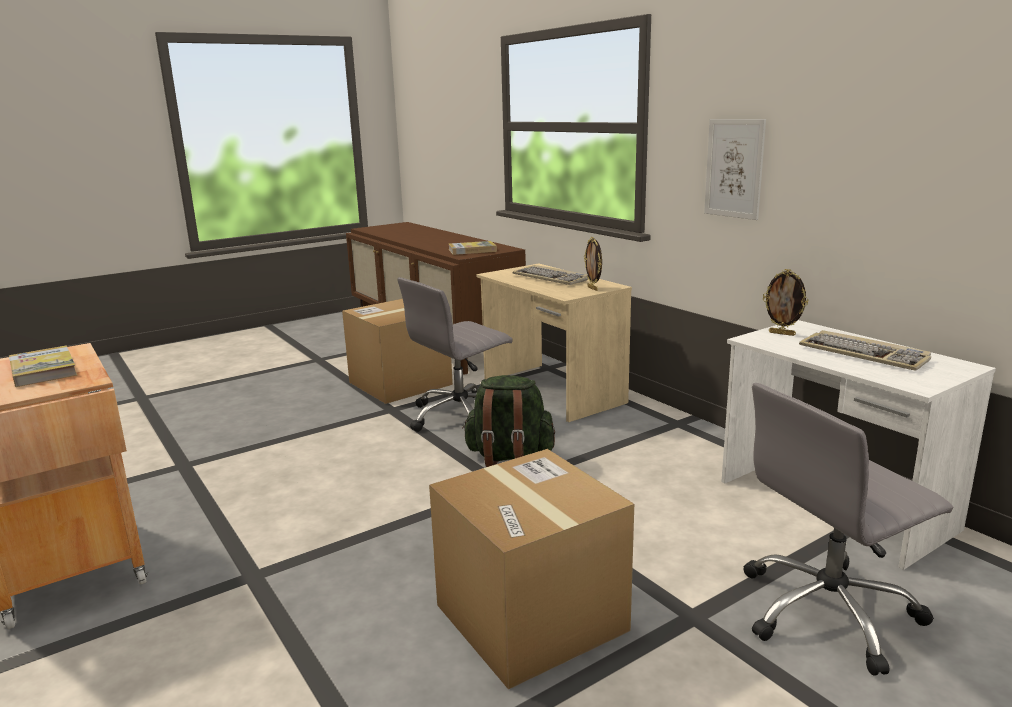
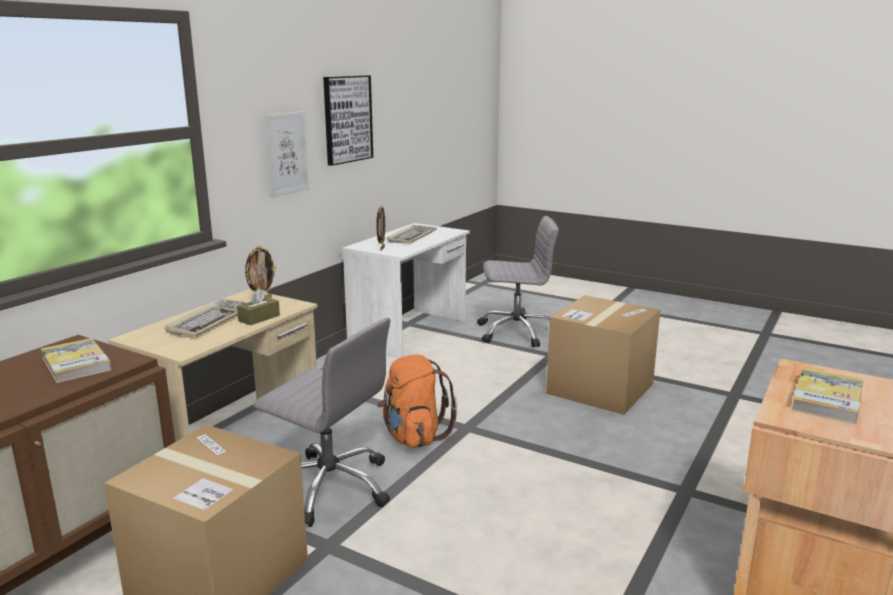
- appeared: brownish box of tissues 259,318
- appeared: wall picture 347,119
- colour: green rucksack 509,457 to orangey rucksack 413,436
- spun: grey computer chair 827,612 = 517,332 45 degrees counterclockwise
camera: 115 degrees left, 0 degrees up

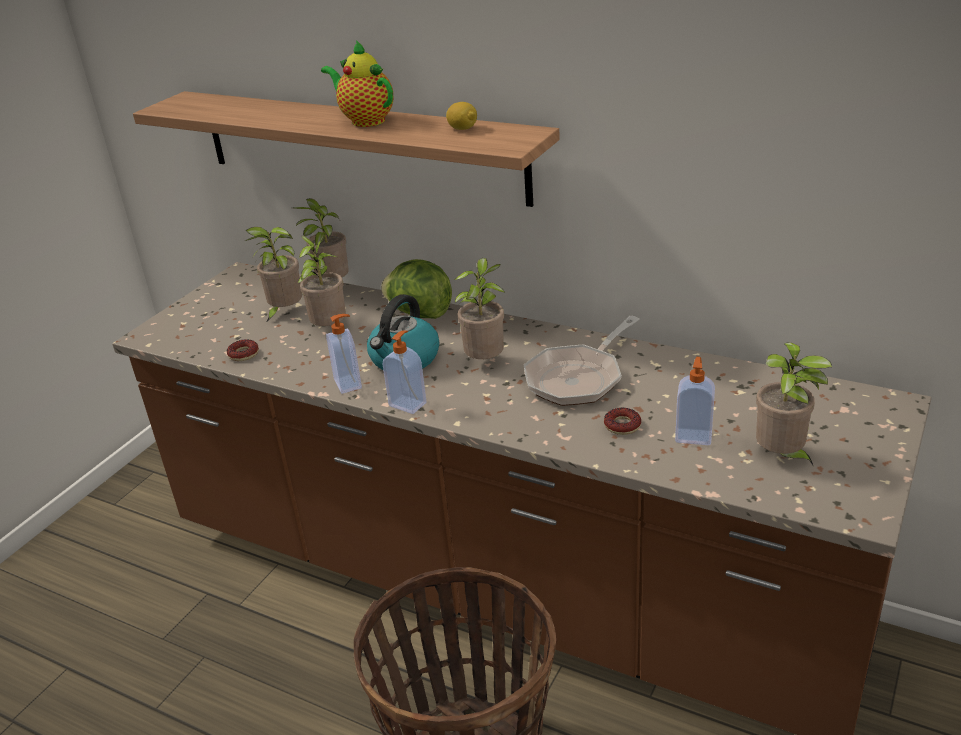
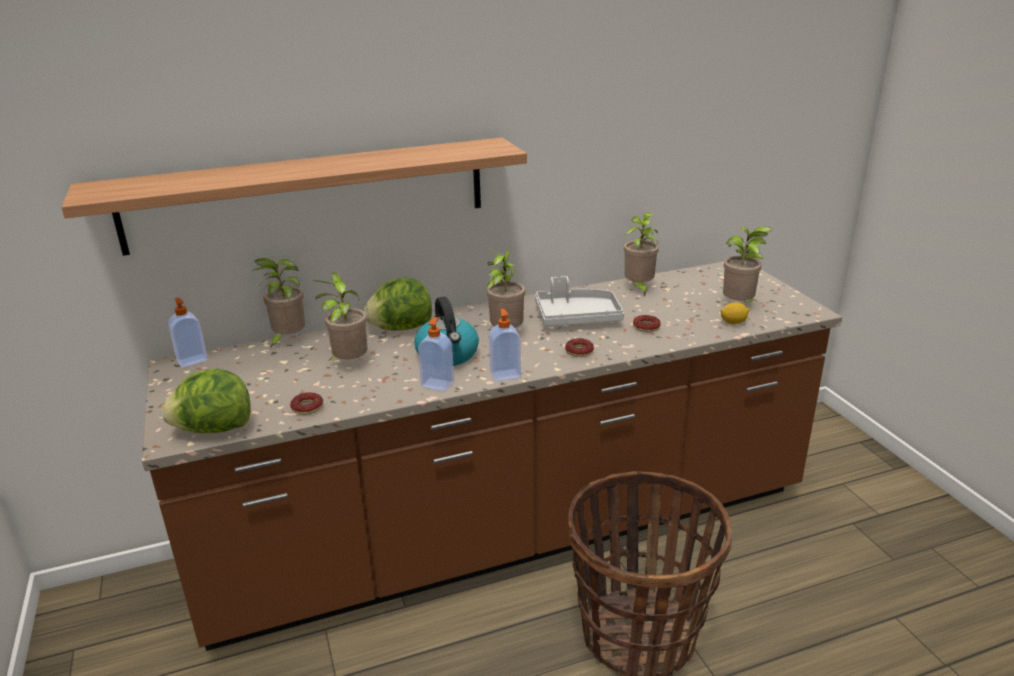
- missing: teapot 365,120
- appeared: lettuce 214,429
- appeared: ring doughnut 579,351
- relocated: plant in a pot 284,313 to 638,289
- relocated: citrus fruit 462,129 to 733,322
- relocated: soap dispenser 693,436 to 192,360
- exchanged: frying pan 578,378 to grey carrying tray 577,317
camera: 50 degrees left, 5 degrees down

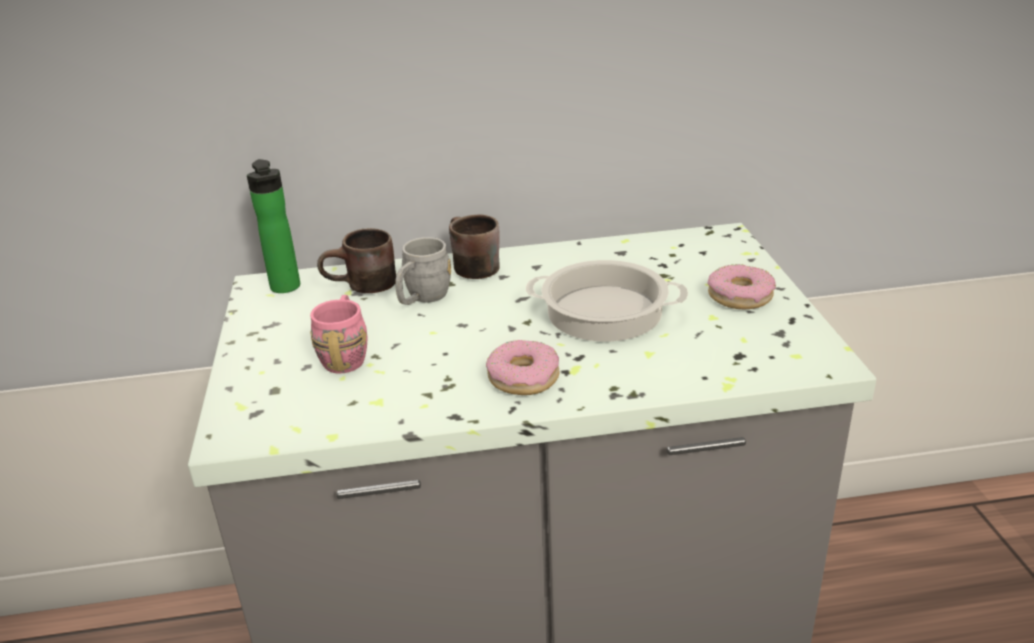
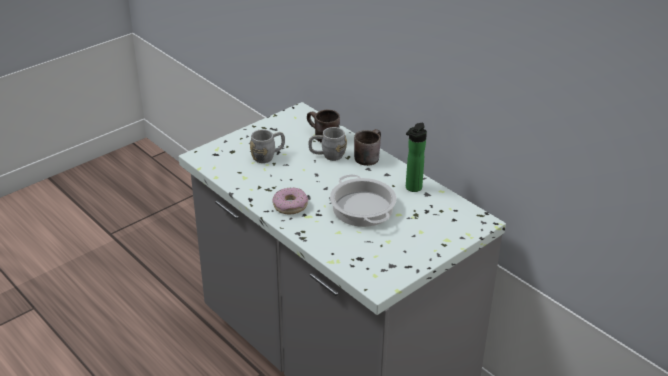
- missing: ring doughnut 740,296
- relocated: bottle 286,288 to 412,189
- colour: pink-coloured mug 346,355 to grey mug 268,156
camera: 55 degrees right, 5 degrees up

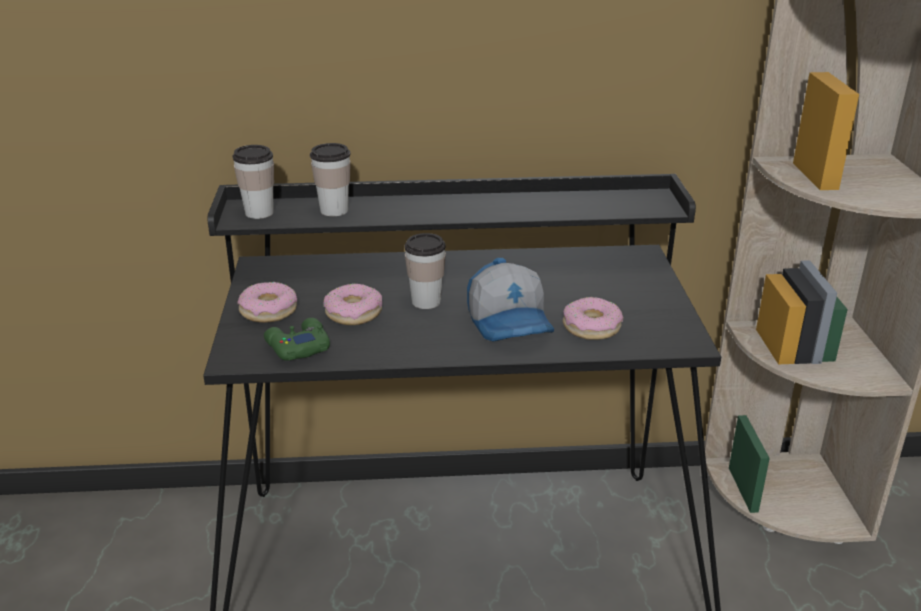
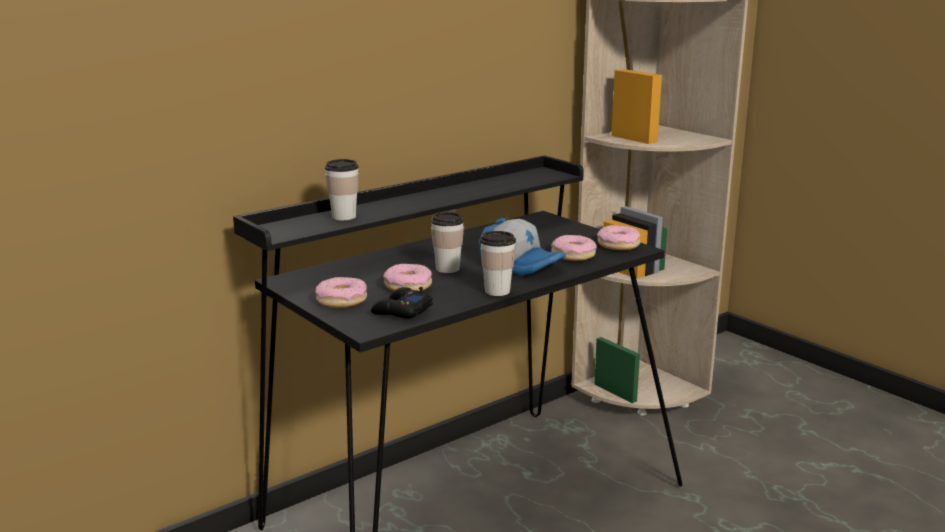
- appeared: ring doughnut 618,245
- relocated: small cup 259,212 to 497,291
- colour: green joypad 297,346 to blackish joypad 401,311
camera: 35 degrees left, 10 degrees down

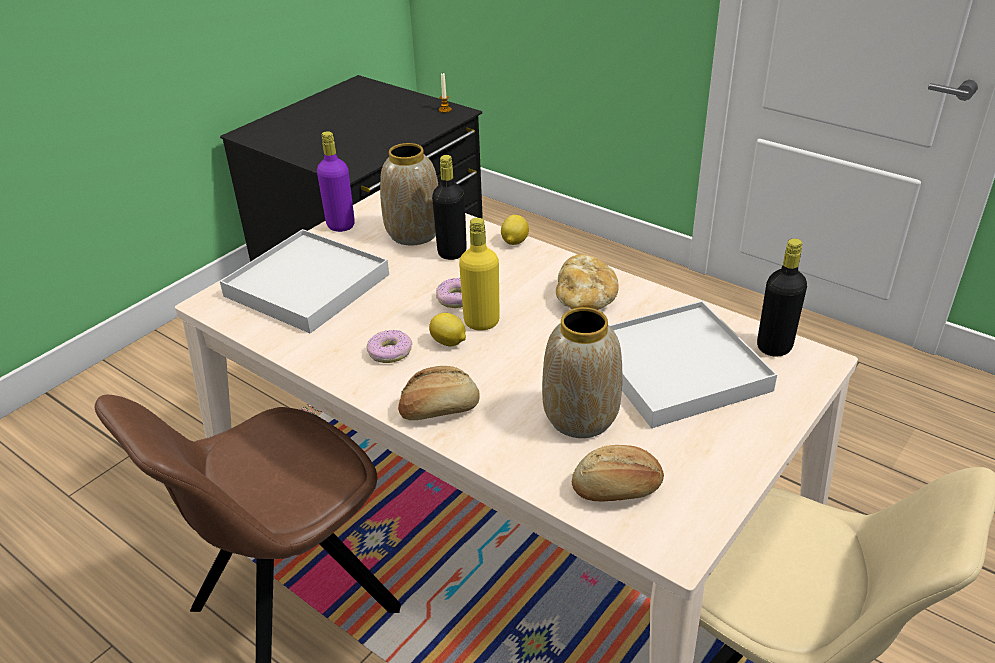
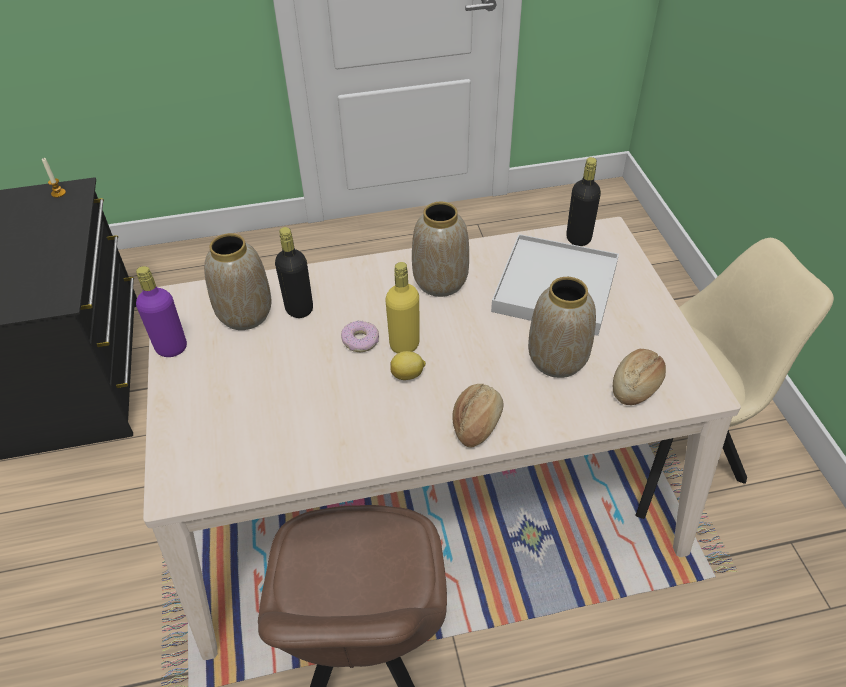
- missing: white carrying tray 306,285
- missing: ring doughnut 389,352
- missing: citrus fruit 514,242
- exchanged: bread 585,300 to vase 441,281
camera: 50 degrees left, 10 degrees up

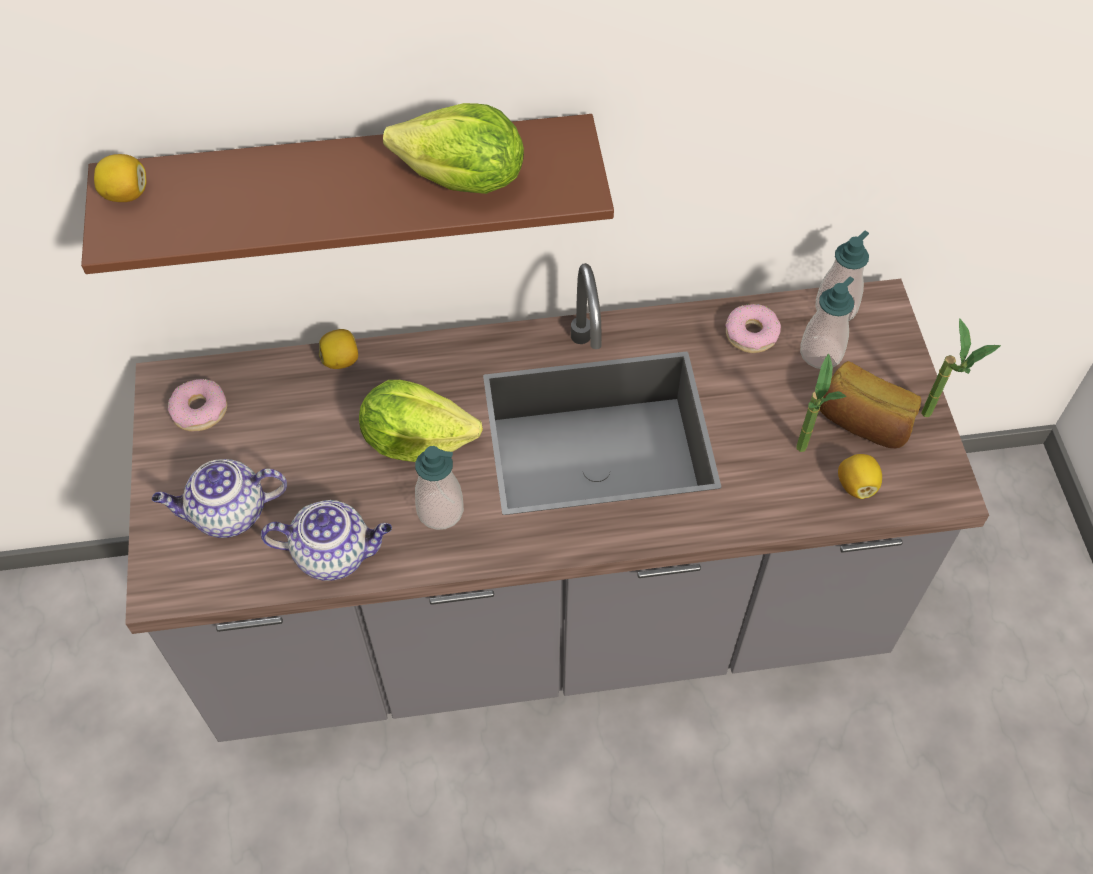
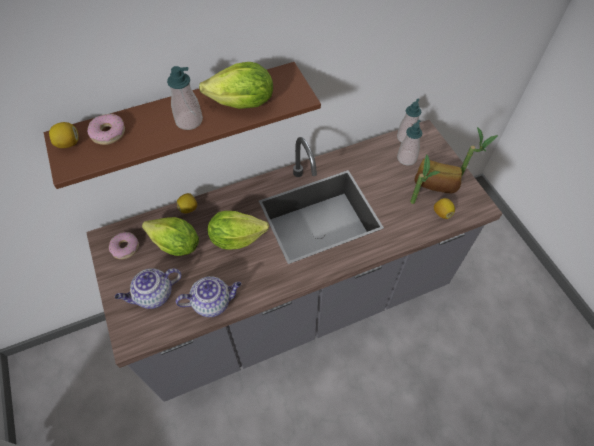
- appeared: lettuce 176,245
- relocated: soap dispenser 440,510 to 189,121
- relocated: ring doughnut 751,334 to 108,133
camera: 15 degrees left, 0 degrees up

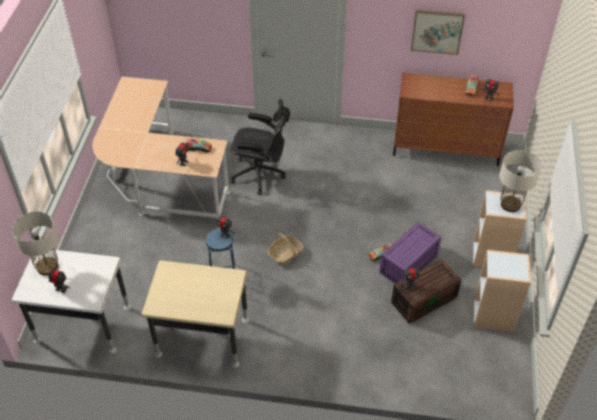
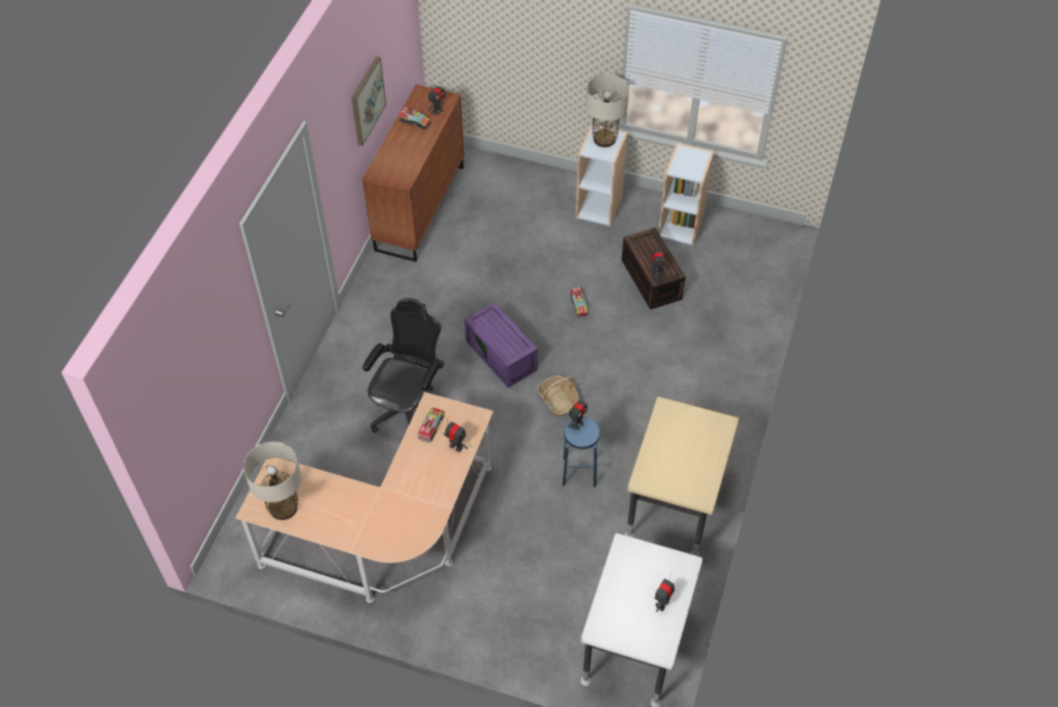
- relocated: tabletop lamp 47,267 to 283,508
- relocated: purple storage box 408,264 to 502,355
camera: 80 degrees left, 5 degrees up

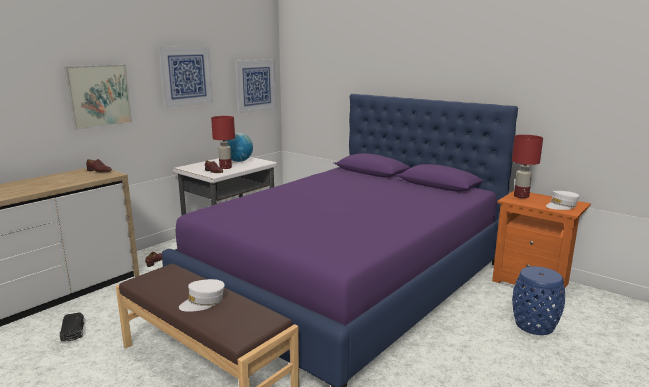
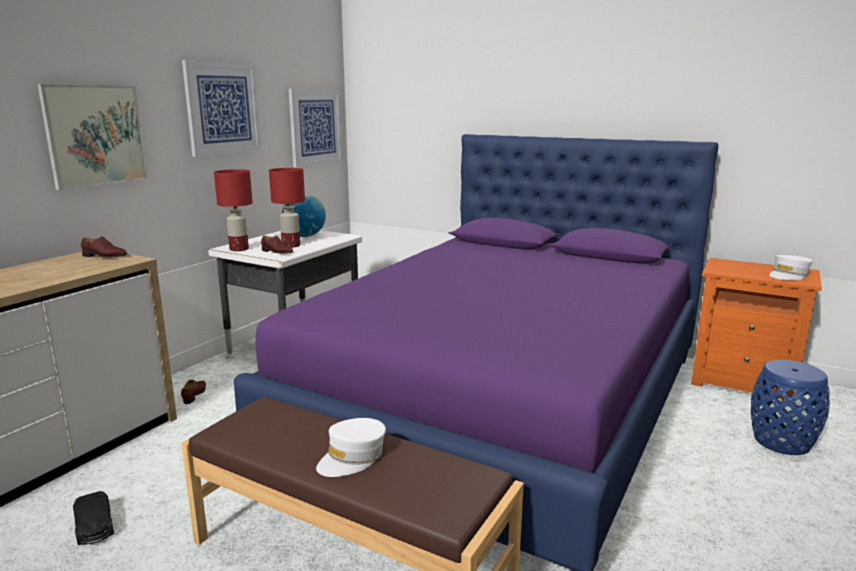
- relocated: red-coloured tabletop lamp 521,196 to 238,249
camera: 10 degrees left, 0 degrees up

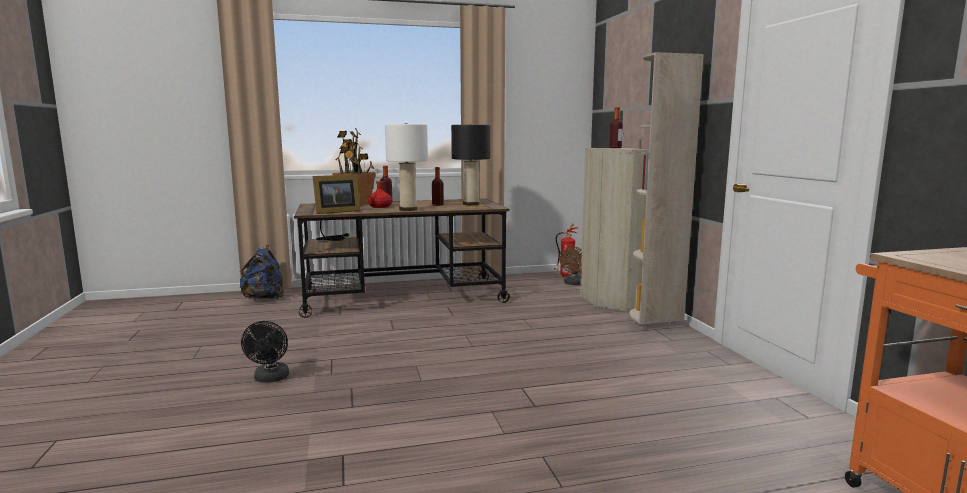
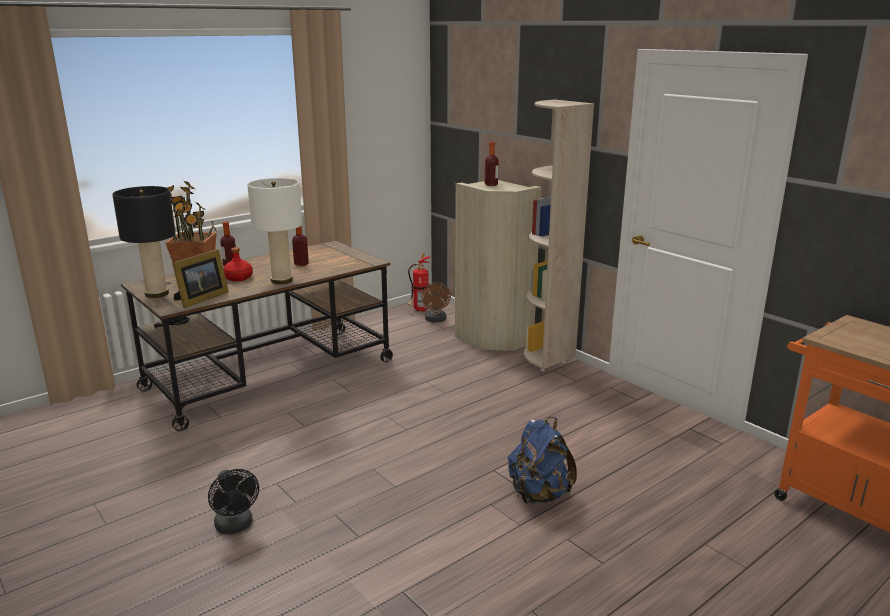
- relocated: blue rucksack 264,299 to 538,494
- relocated: blackish tabletop lamp 471,204 to 156,294
camera: 25 degrees left, 10 degrees up

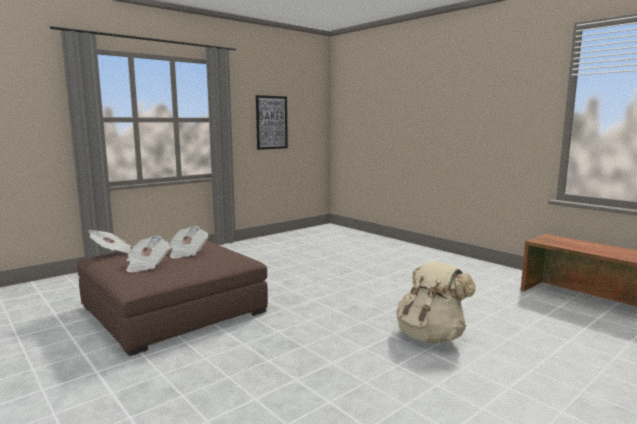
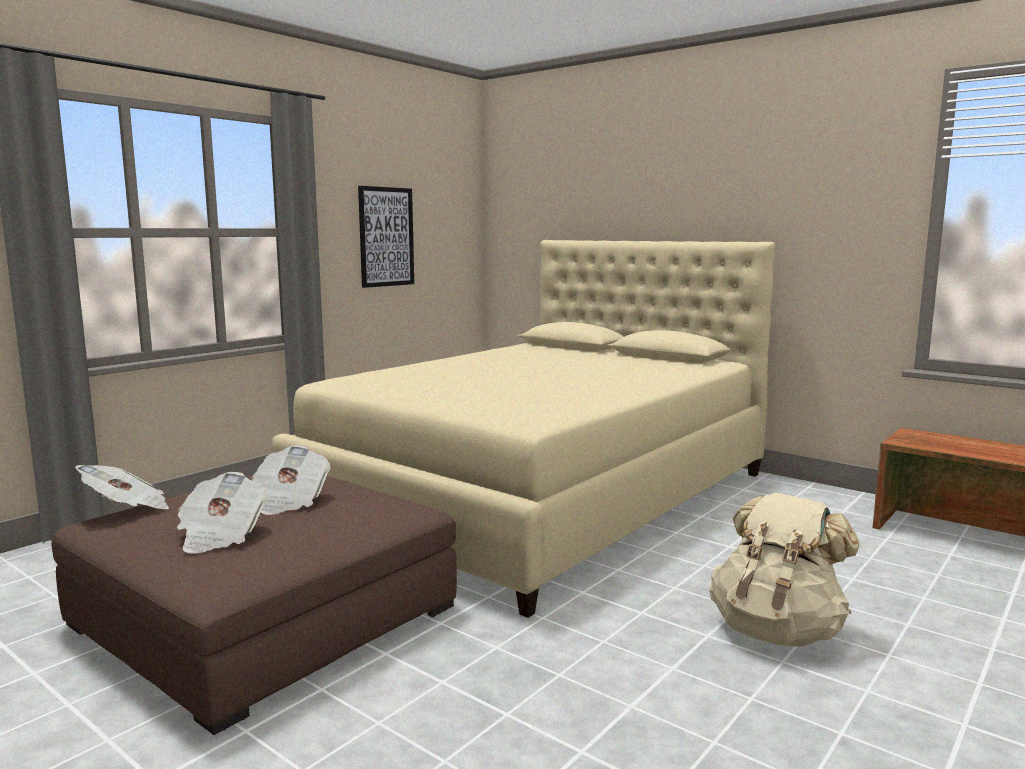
- appeared: sand-coloured sleeping bed 542,496
camera: 10 degrees left, 0 degrees up

